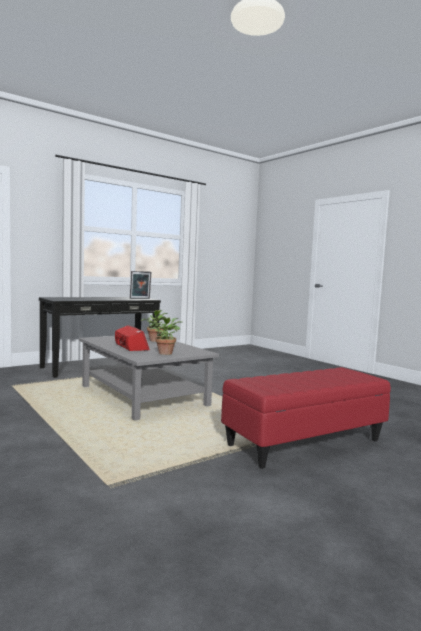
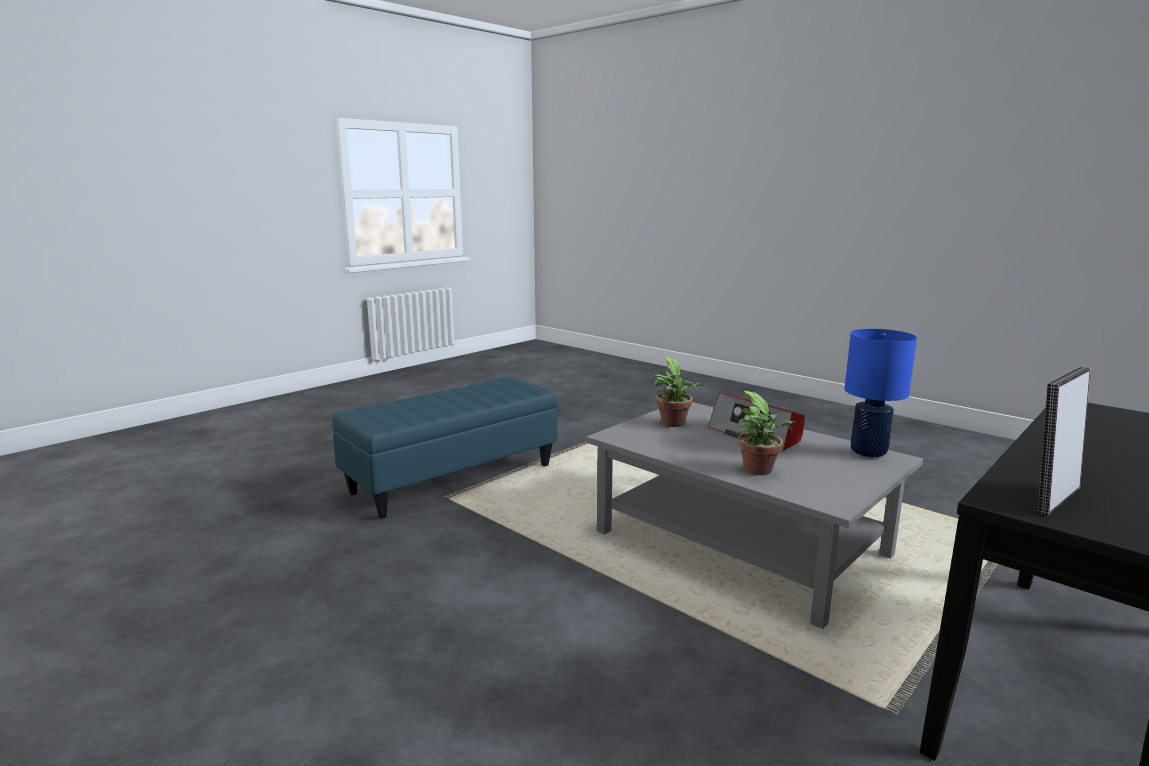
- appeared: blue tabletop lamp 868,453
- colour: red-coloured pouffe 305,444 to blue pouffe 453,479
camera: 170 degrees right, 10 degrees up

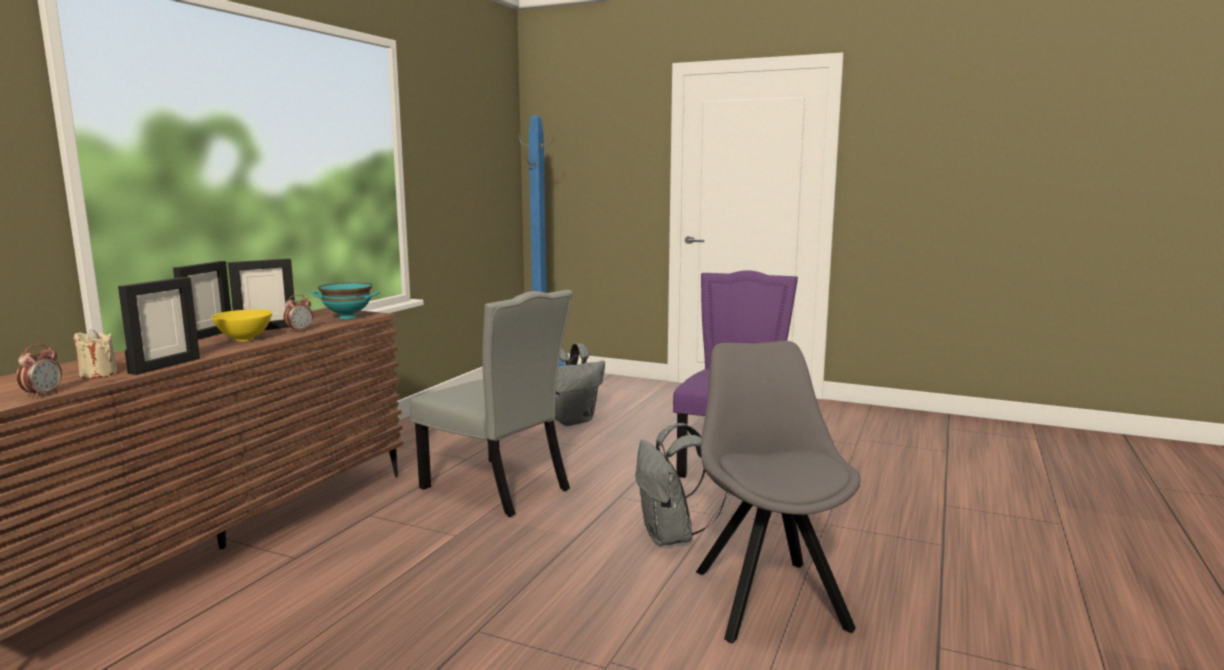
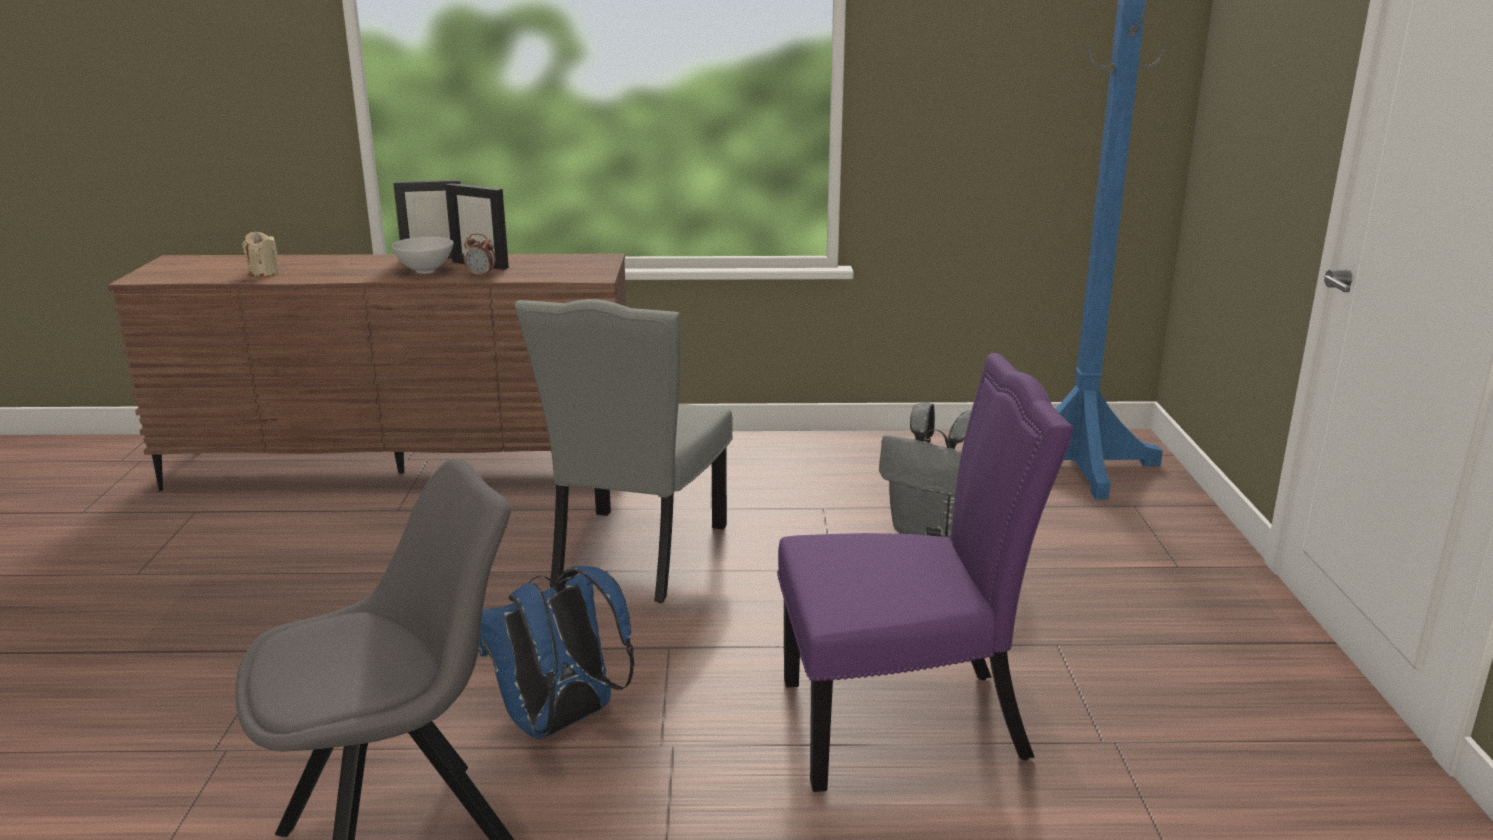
- missing: table clock 43,395
- missing: standing frame 165,366
- missing: turquoise-coloured deep dish 347,317
- colour: yellowish deep dish 245,339 to white deep dish 425,271
- colour: grey rucksack 671,537 to blue rucksack 560,722
camera: 65 degrees right, 10 degrees up

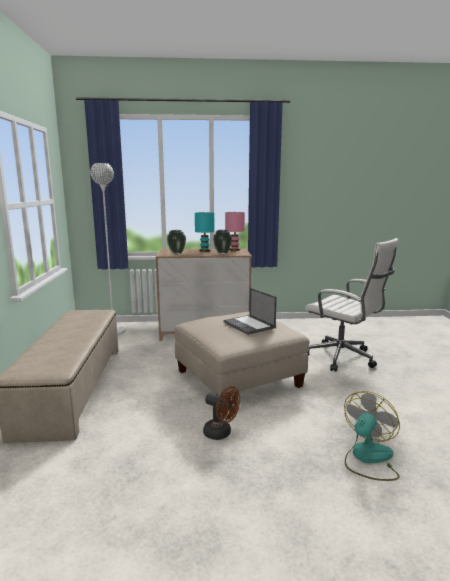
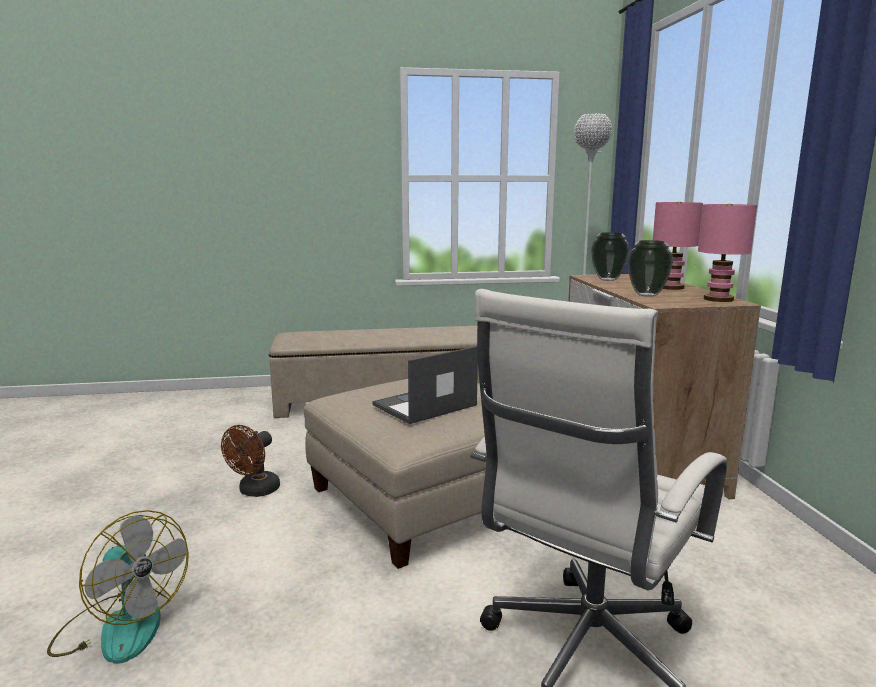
- colour: turquoise-coloured tabletop lamp 205,250 to pink-coloured tabletop lamp 670,287
camera: 85 degrees right, 0 degrees up

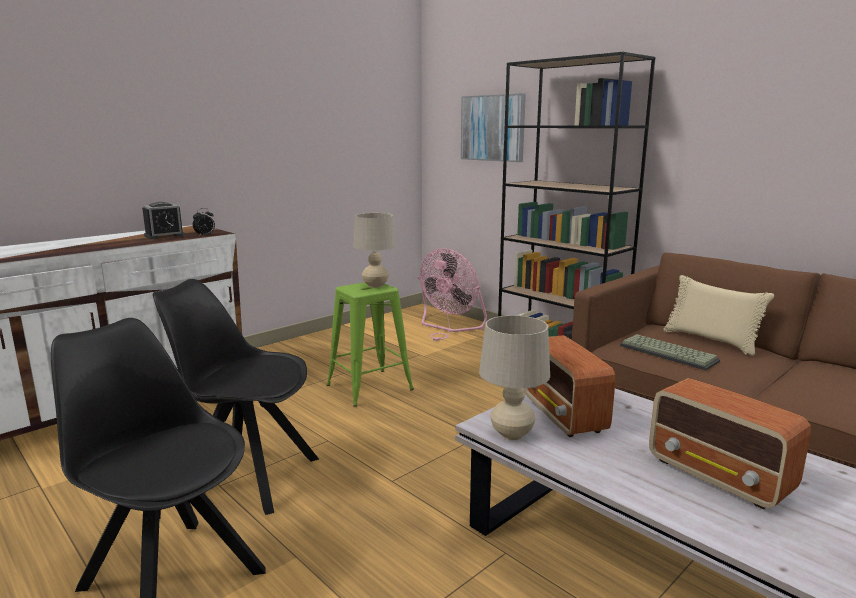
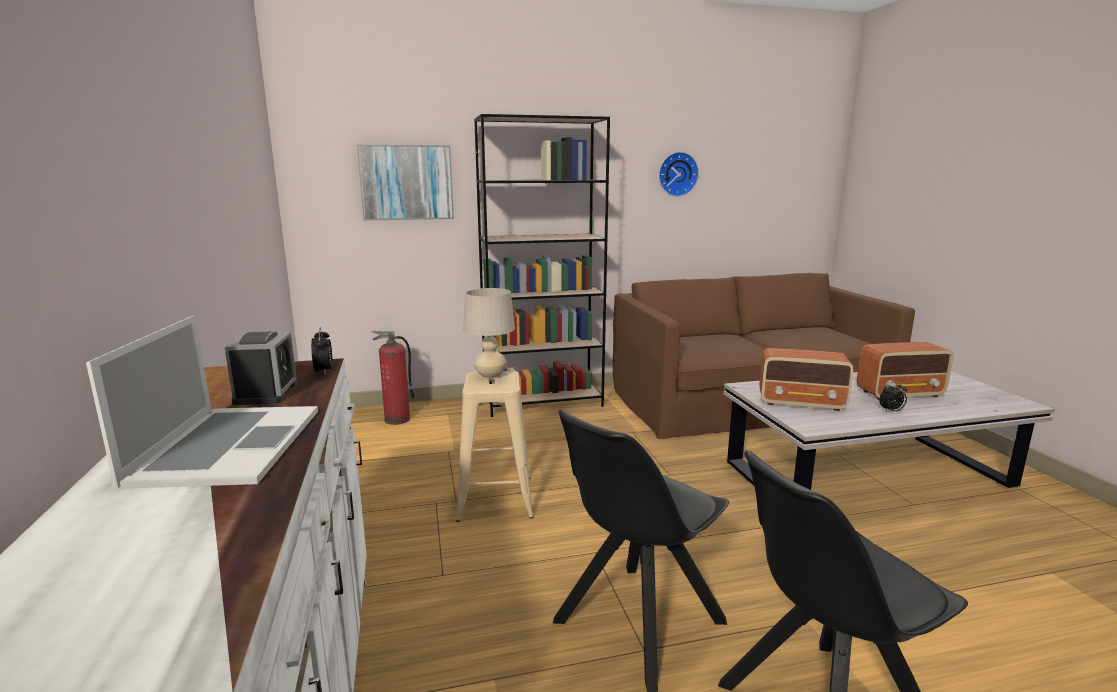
- missing: sand-coloured tabletop lamp 511,434
- missing: computer keyboard 669,353
- missing: sand-coloured pillow 711,341
- appeared: portable computer 227,445
- appeared: clock on the wall 677,174
- appeared: table clock 891,411
- exchanged: pink-coloured electric fan 445,326 to fire-fighting cylinder 397,419
- colour: green stool seat 370,387 to sand-coloured stool seat 495,497
camera: 60 degrees left, 0 degrees up

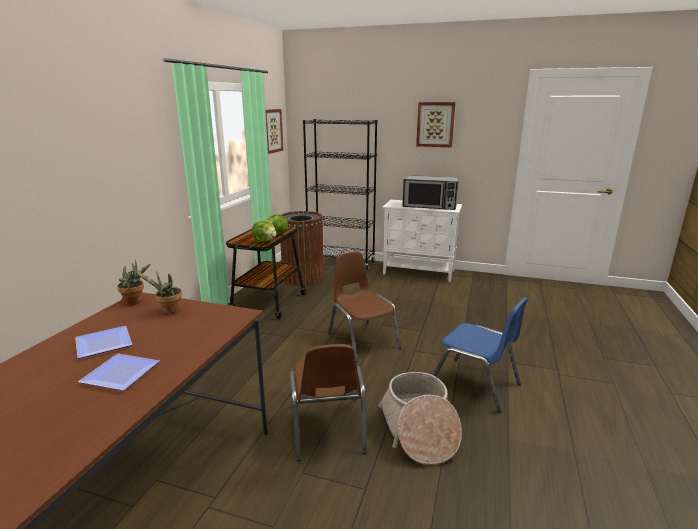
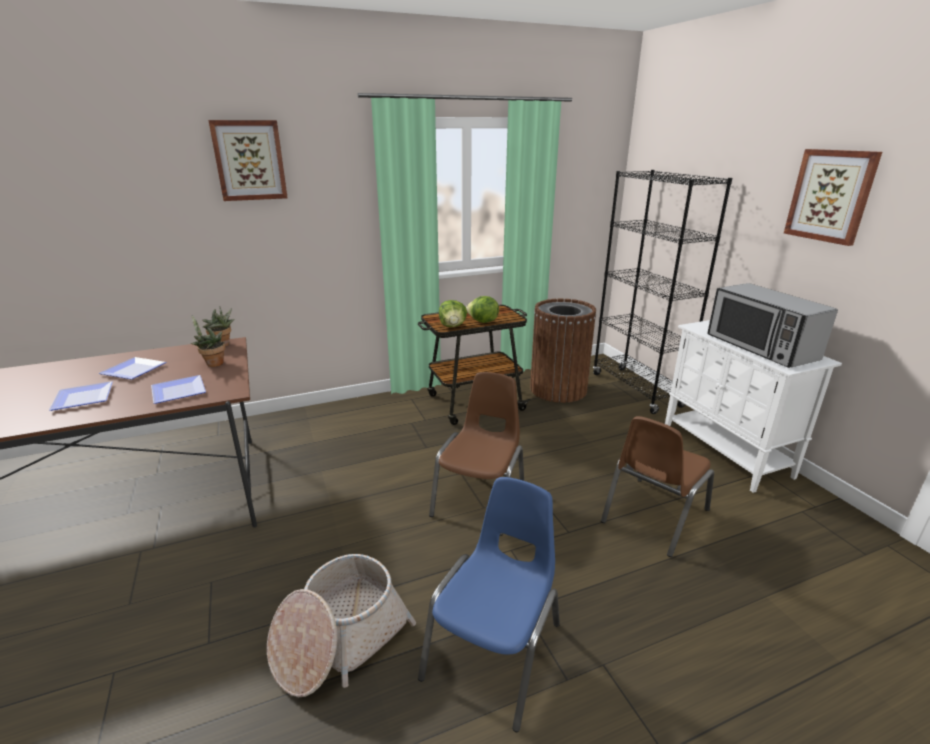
- appeared: plate 180,390
- relocated: wall picture 271,131 to 249,160
- relocated: brownish plain chair 327,427 to 653,515
- spun: blue plain chair 475,384 = 495,651 150 degrees counterclockwise
camera: 50 degrees right, 5 degrees up

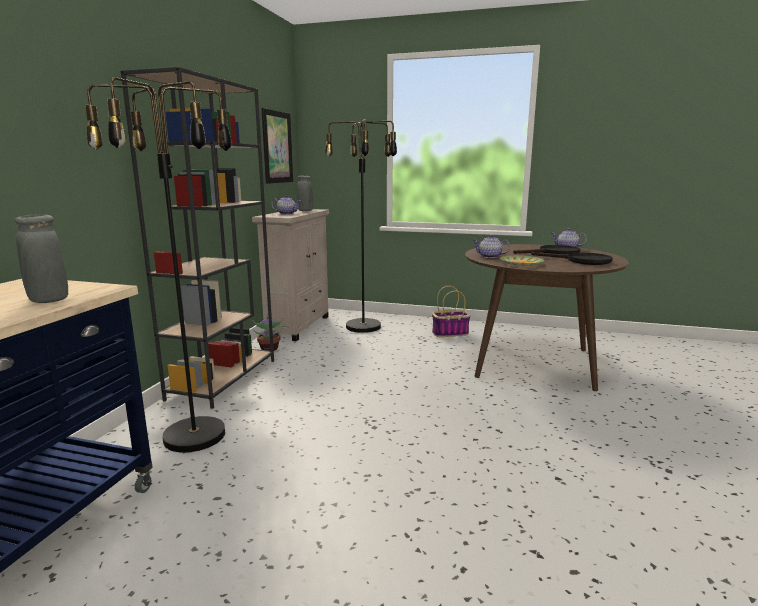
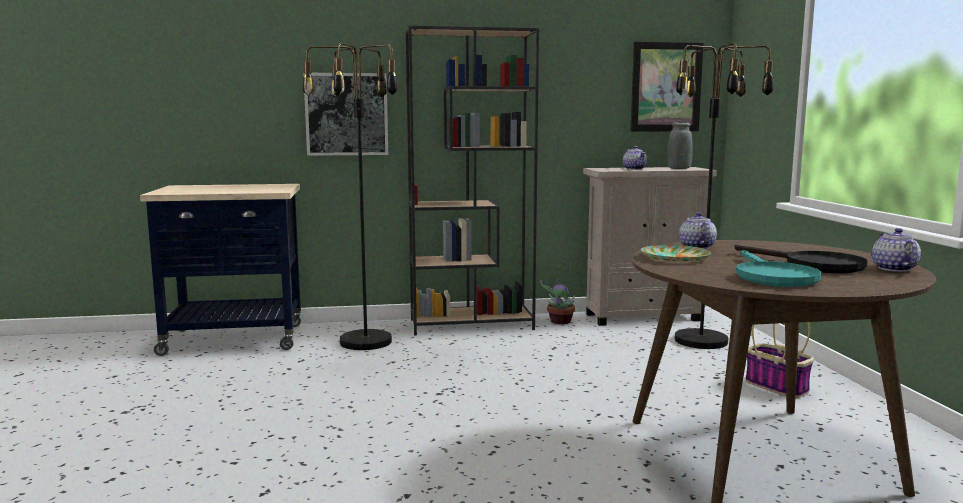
- missing: grey vase 49,300
- appeared: wall picture 346,114
- colour: blackish frying pan 581,261 to turquoise-coloured frying pan 772,276
camera: 65 degrees right, 5 degrees down

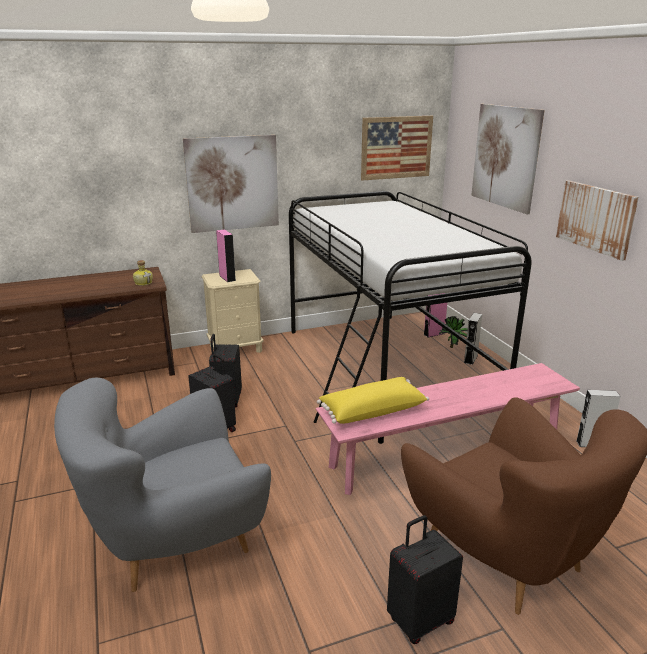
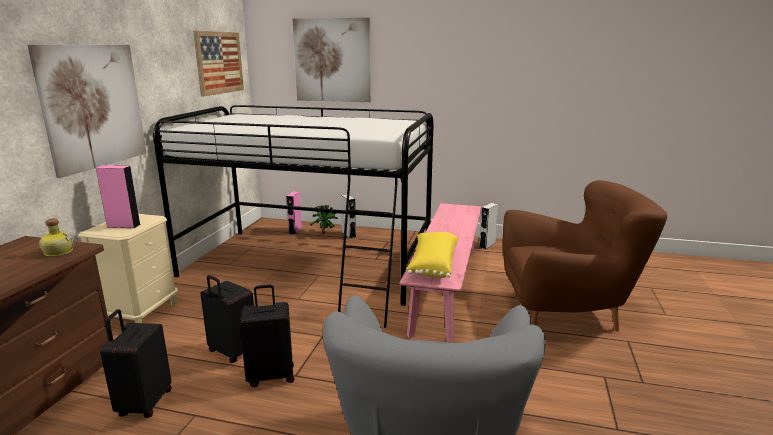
- missing: wall picture 596,218
- relocated: blackish travel case 419,620 to 144,404
camera: 55 degrees left, 5 degrees down

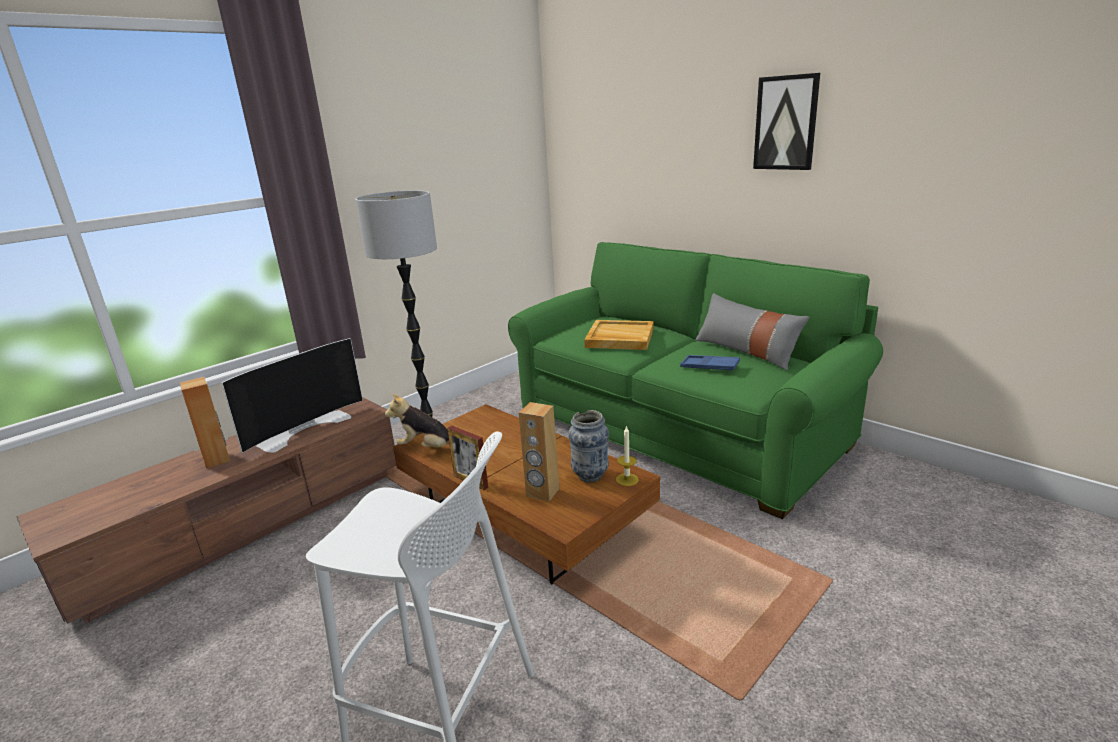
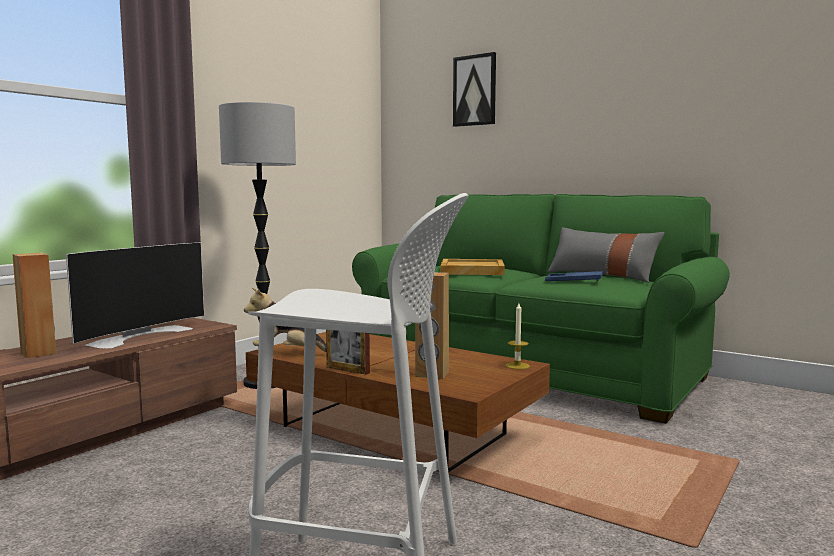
- missing: vase 590,476
- relocated: wall picture 786,123 to 475,90
camera: 10 degrees left, 15 degrees down

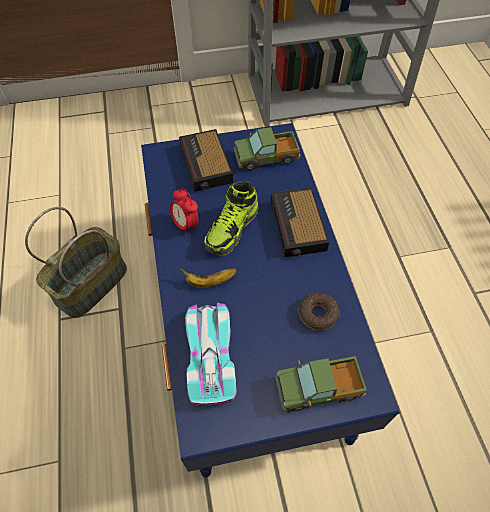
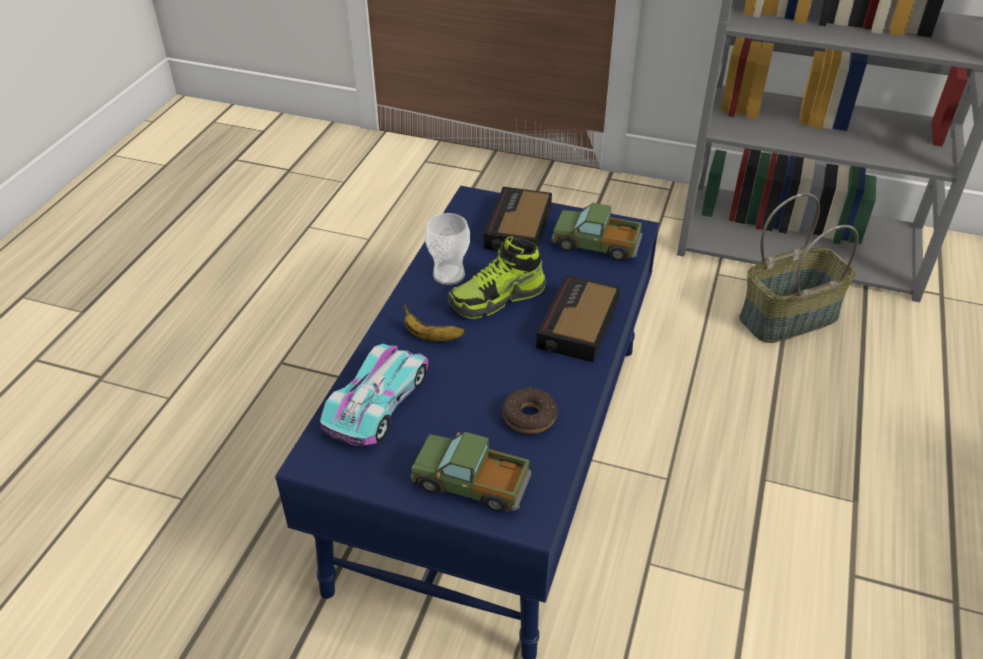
- relocated: household basket 91,283 to 788,316
- exchanged: table clock 186,224 to small cup 449,275
camera: 30 degrees right, 15 degrees down

